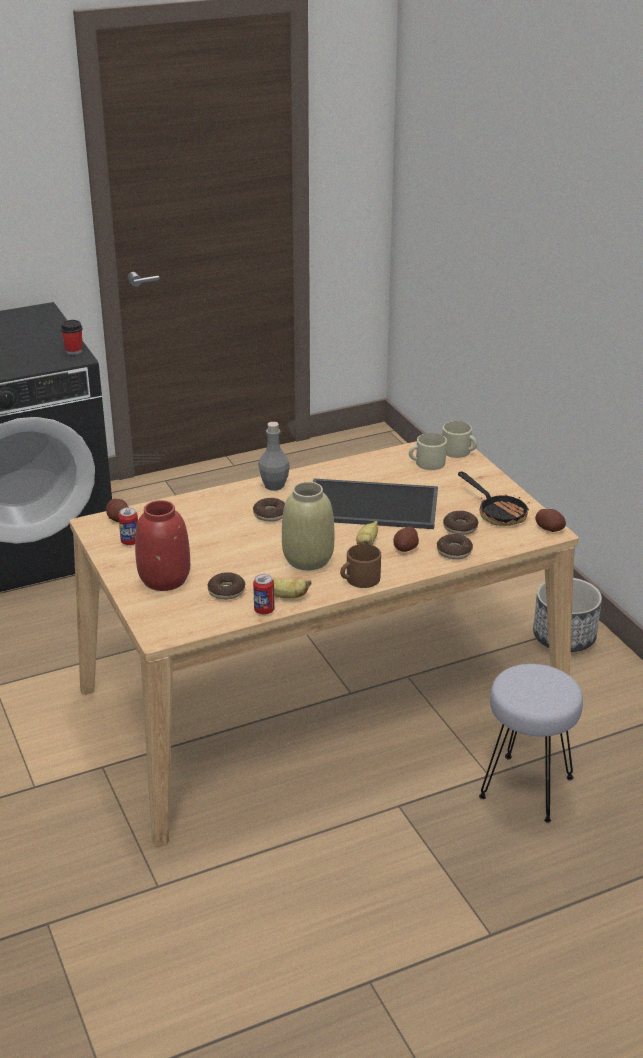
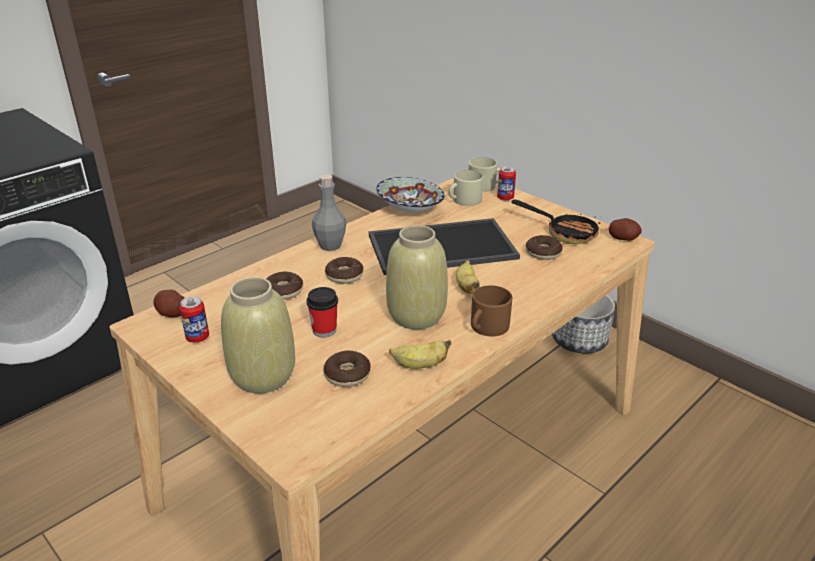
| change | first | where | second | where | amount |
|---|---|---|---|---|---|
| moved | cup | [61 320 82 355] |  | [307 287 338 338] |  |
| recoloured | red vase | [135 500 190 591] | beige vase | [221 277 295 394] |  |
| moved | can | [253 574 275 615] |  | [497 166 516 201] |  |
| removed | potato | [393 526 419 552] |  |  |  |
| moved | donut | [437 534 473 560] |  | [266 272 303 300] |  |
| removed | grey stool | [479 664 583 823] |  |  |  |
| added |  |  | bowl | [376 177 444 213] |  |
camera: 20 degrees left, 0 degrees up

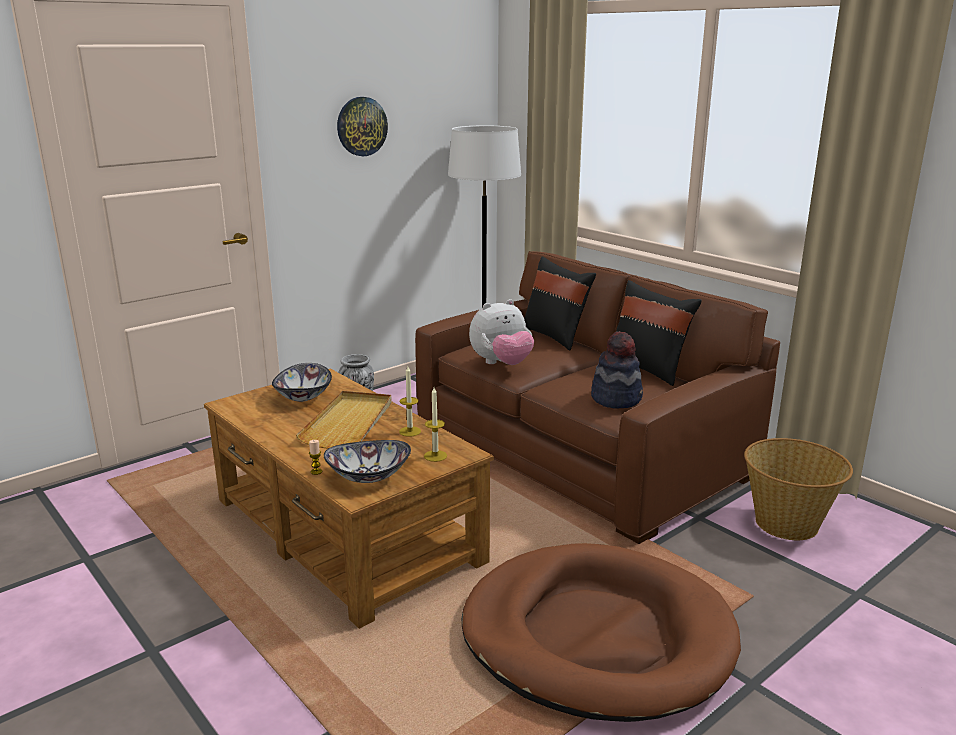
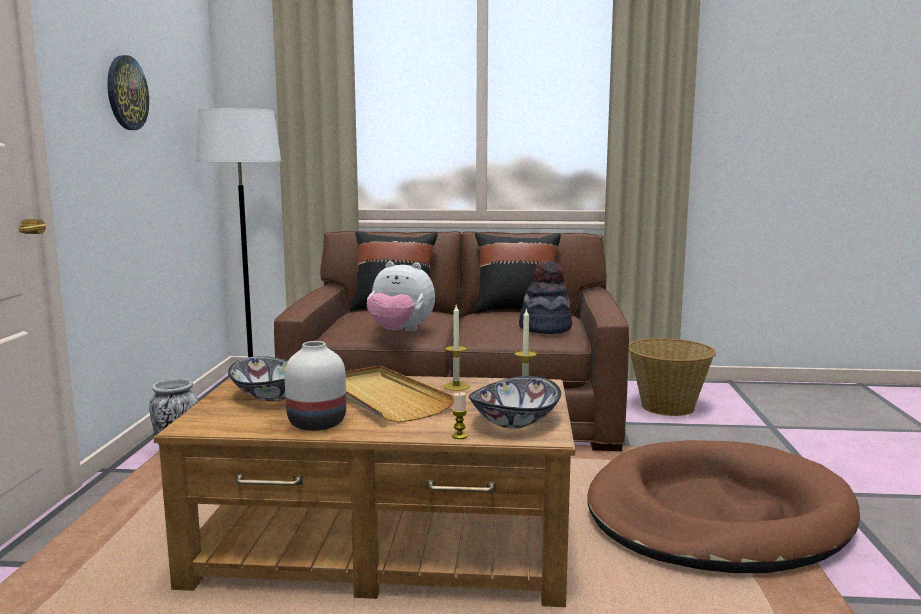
| change | first | where | second | where | amount |
|---|---|---|---|---|---|
| turned | plush toy | [469 299 534 365] |  | [366 261 435 332] | 90 degrees clockwise |
| added |  |  | white vase | [285 341 346 431] |  |
camera: 45 degrees left, 10 degrees down

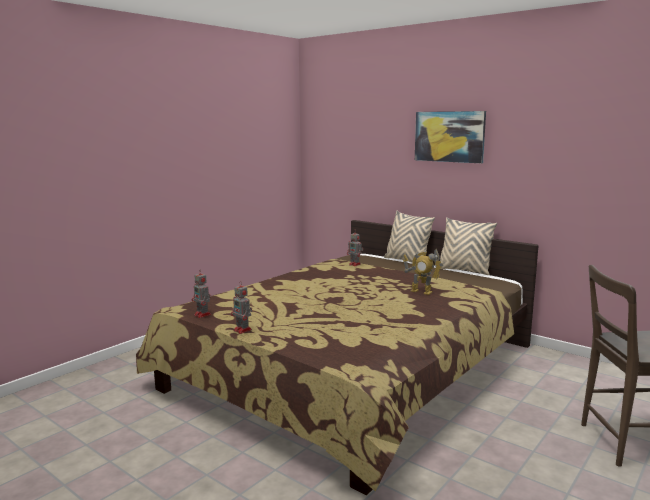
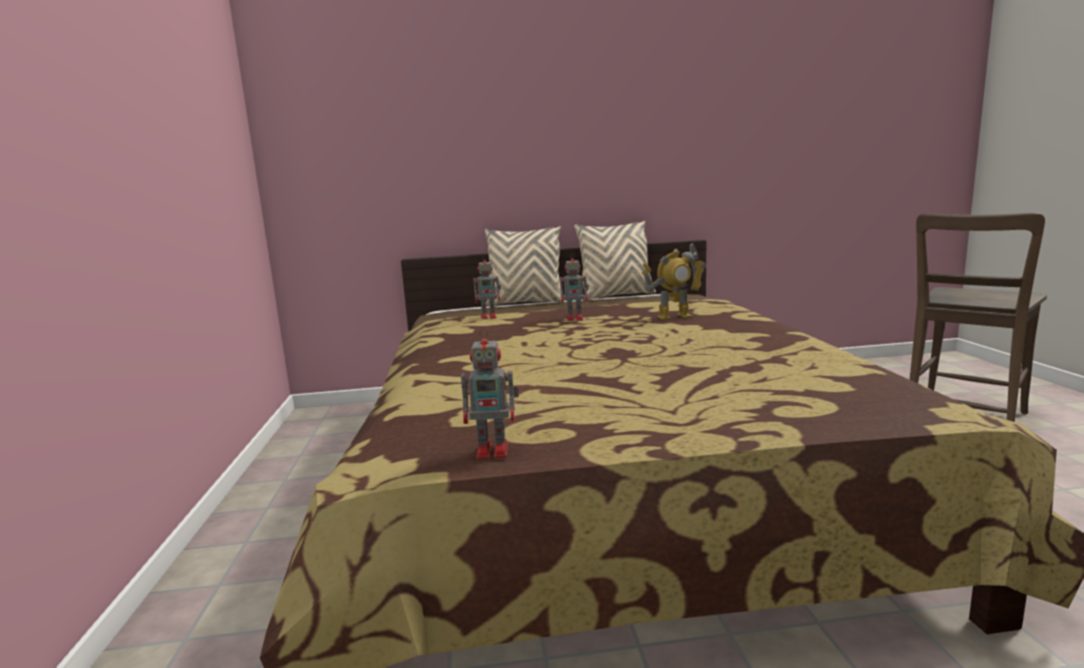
| change | first | where | second | where | amount |
|---|---|---|---|---|---|
| moved | toy robot | [231 282 252 334] |  | [560 253 589 321] |  |
| removed | picture | [415 111 486 163] |  |  |  |
camera: 45 degrees left, 0 degrees up

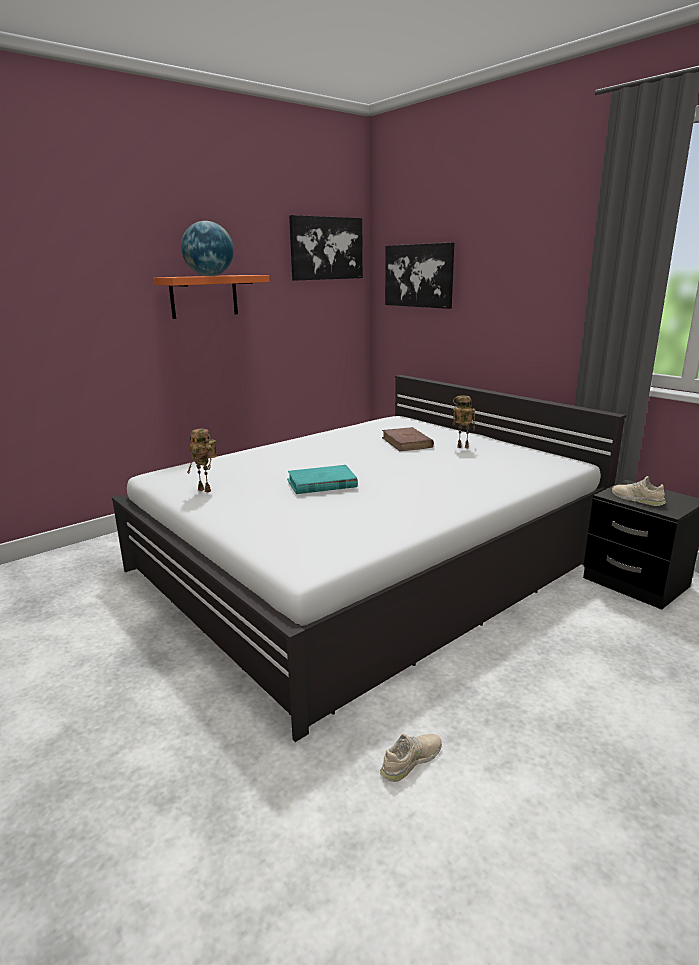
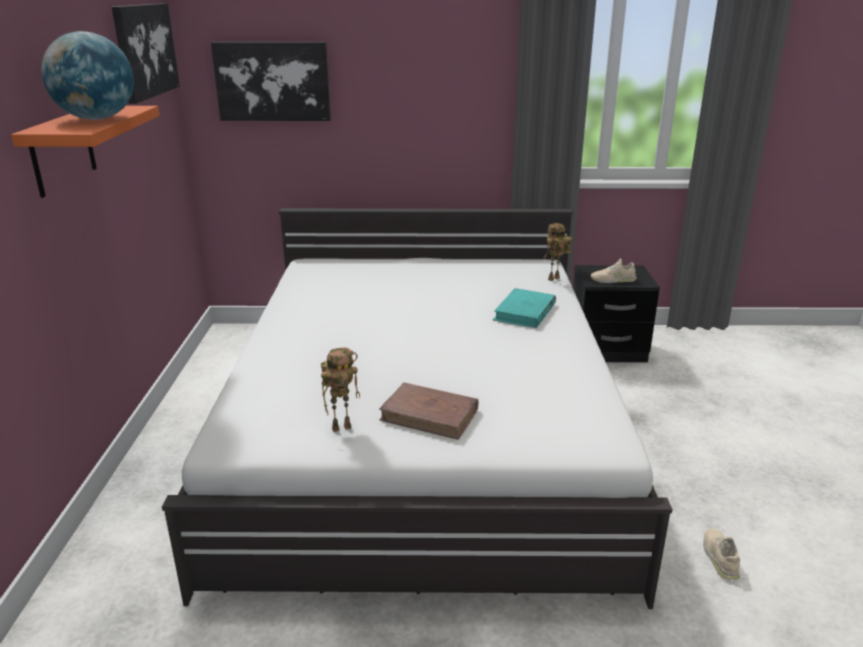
| change | first | where | second | where | amount |
|---|---|---|---|---|---|
| moved | turquoise book | [287 465 358 494] |  | [493 288 556 328] |  |
| moved | brown book | [382 427 434 451] |  | [379 383 479 440] |  |
| moved | toy robot | [453 396 475 448] |  | [543 223 572 281] |  |
camera: 50 degrees left, 5 degrees up

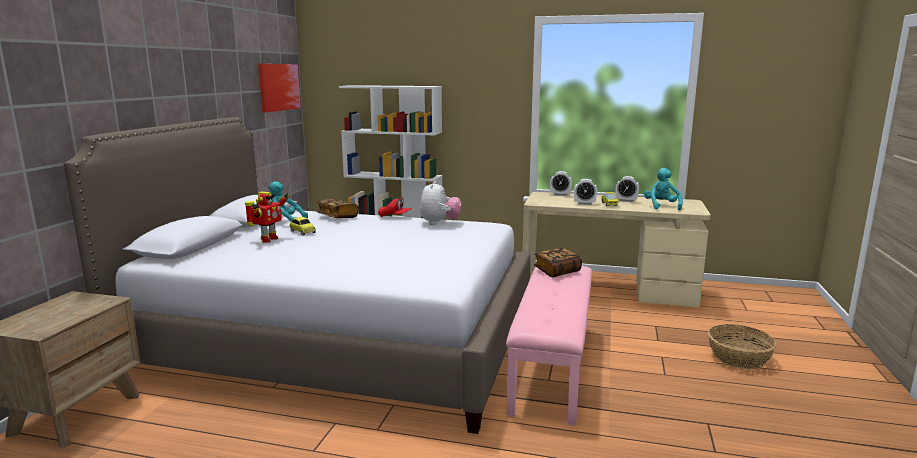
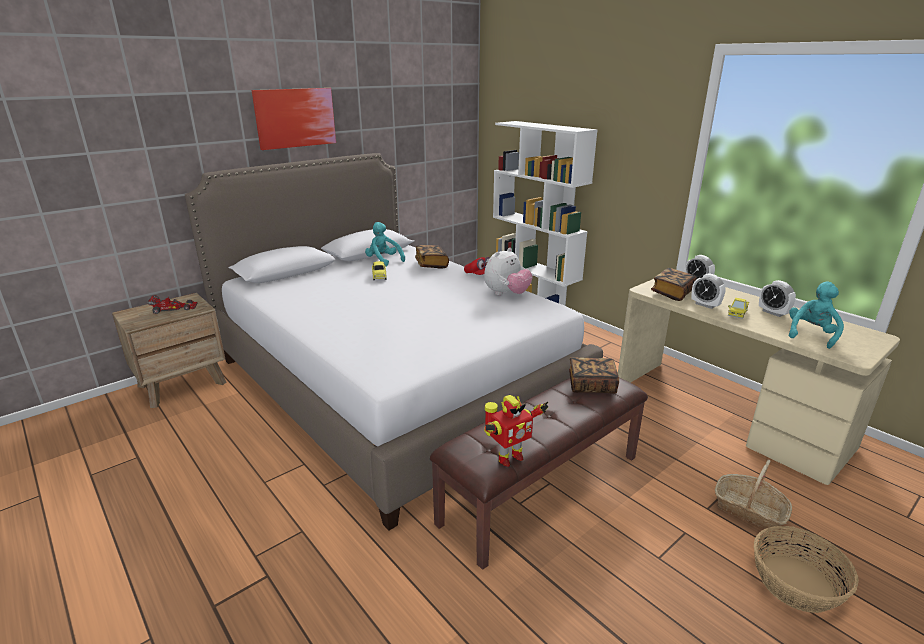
| change | first | where | second | where | amount |
|---|---|---|---|---|---|
| moved | toy robot | [245 191 289 243] |  | [484 395 548 467] |  |
| moved | picture | [258 64 301 113] |  | [252 88 336 150] |  |
| recoloured | pink bench | [506 266 592 426] | brown bench | [430 378 648 570] |  |
| added |  |  | toy car | [148 295 198 314] |  |
| added |  |  | book | [651 268 697 301] |  |
| added |  |  | basket | [715 459 792 529] |  |
camera: 35 degrees right, 10 degrees up

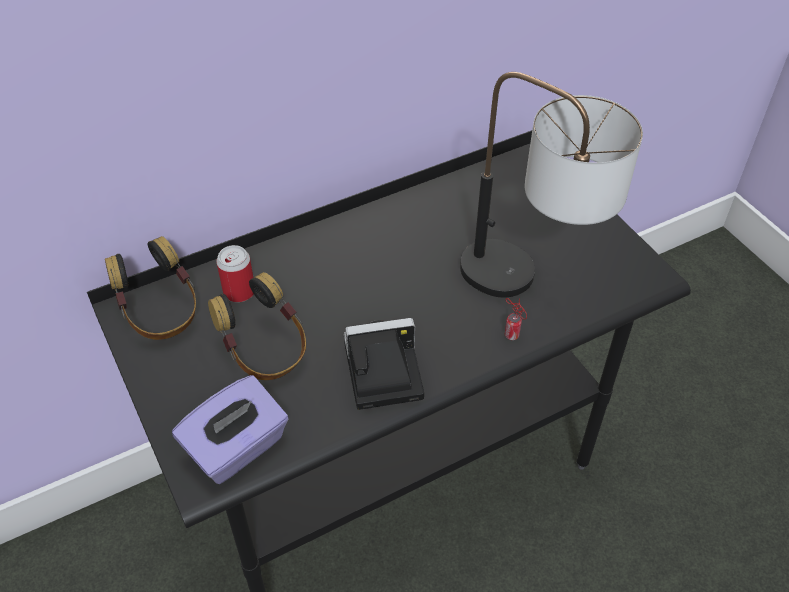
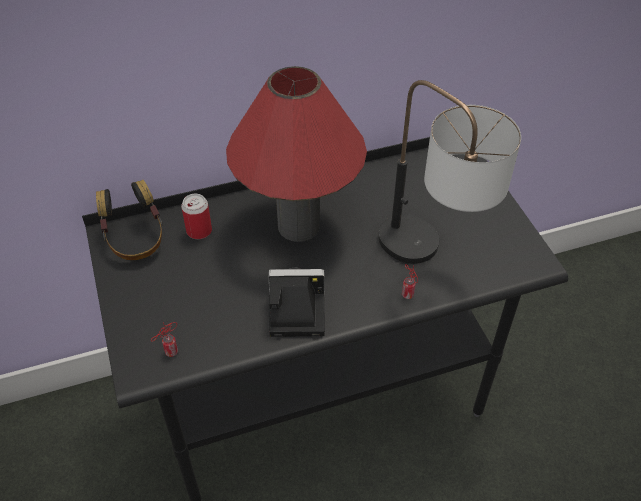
| change | first | where | second | where | amount |
|---|---|---|---|---|---|
| replaced | purple tissue box | [172 375 289 484] | can | [151 322 178 357] |  |
| removed | headphones | [208 272 306 380] |  |  |  |
| added |  |  | red table lamp | [226 66 367 242] |  |
camera: 10 degrees right, 0 degrees up

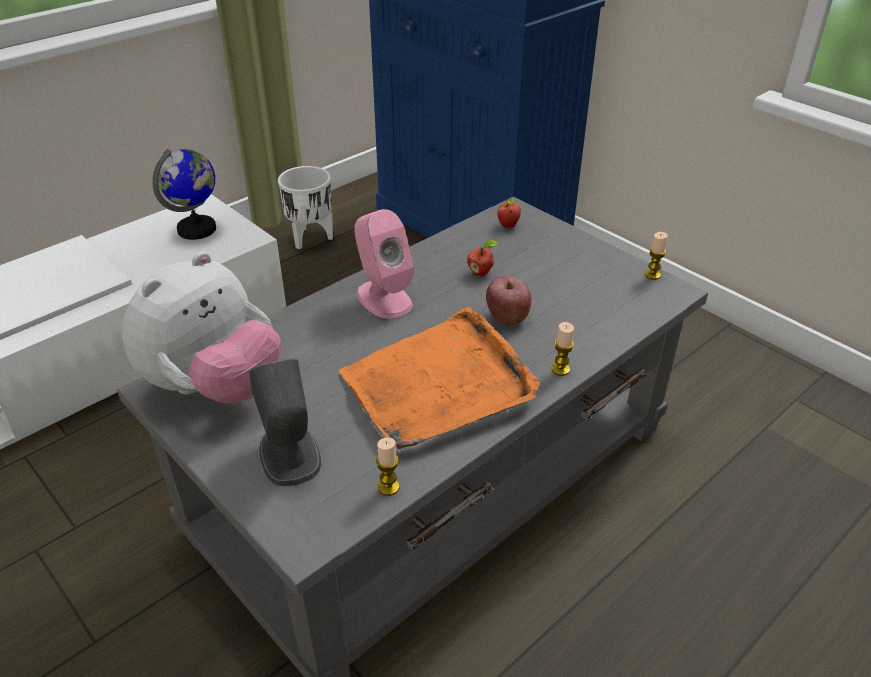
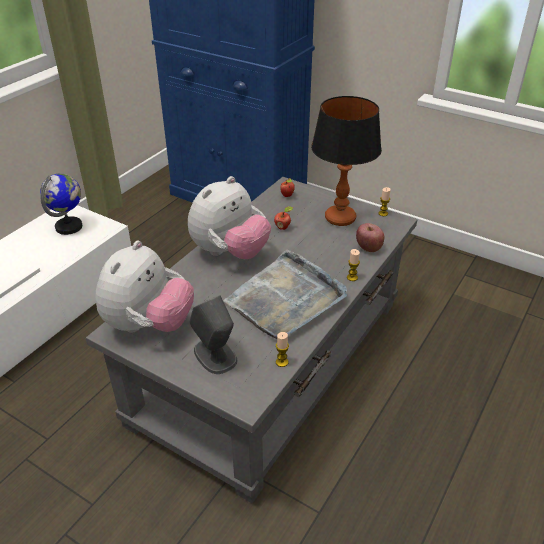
| change | first | where | second | where | amount |
|---|---|---|---|---|---|
| removed | white planter | [278 166 333 249] |  |  |  |
| recoloured | orange tray | [339 307 539 449] | grey tray | [223 249 347 339] |  |
| replaced | pink speaker | [354 209 414 319] | plush toy | [188 176 271 259] |  |
| moved | apple | [486 276 531 325] |  | [356 223 384 252] |  |
| added |  |  | table lamp | [311 96 382 226] |  |
camera: 15 degrees left, 0 degrees up

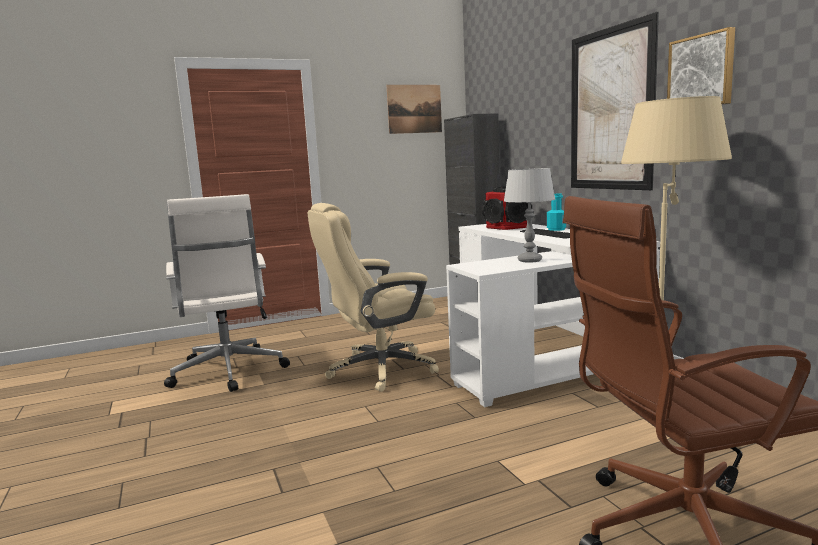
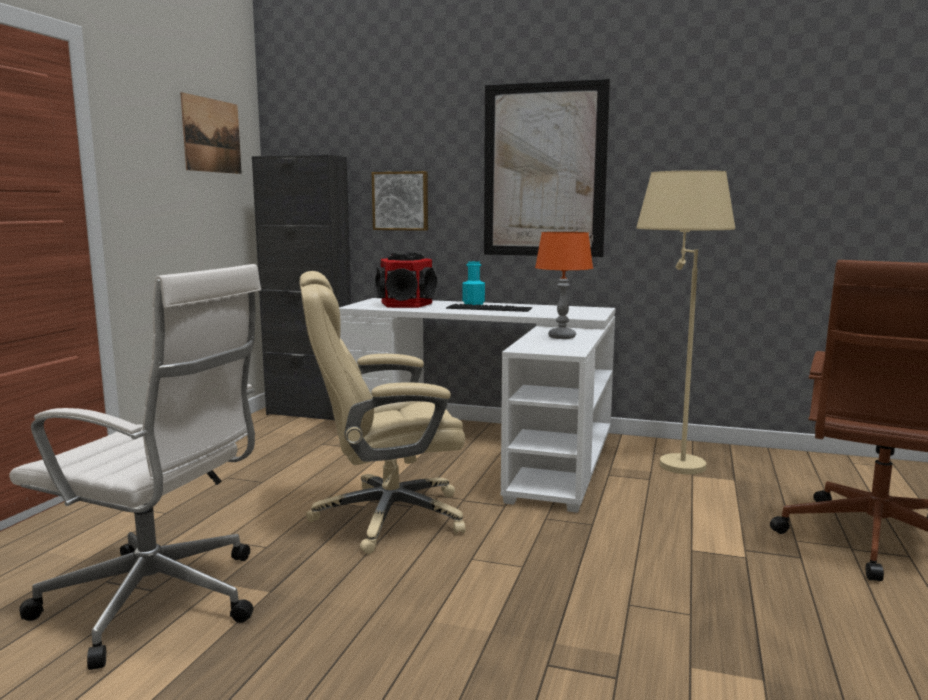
| change | first | where | second | where | amount |
|---|---|---|---|---|---|
| turned | beige office chair | [308 203 439 392] |  | [299 271 465 554] | 60 degrees clockwise |
| recoloured | grey table lamp | [504 168 555 263] | orange table lamp | [535 232 593 339] |  |
| moved | picture | [667 27 735 104] |  | [372 171 428 231] |  |
camera: 50 degrees left, 0 degrees up

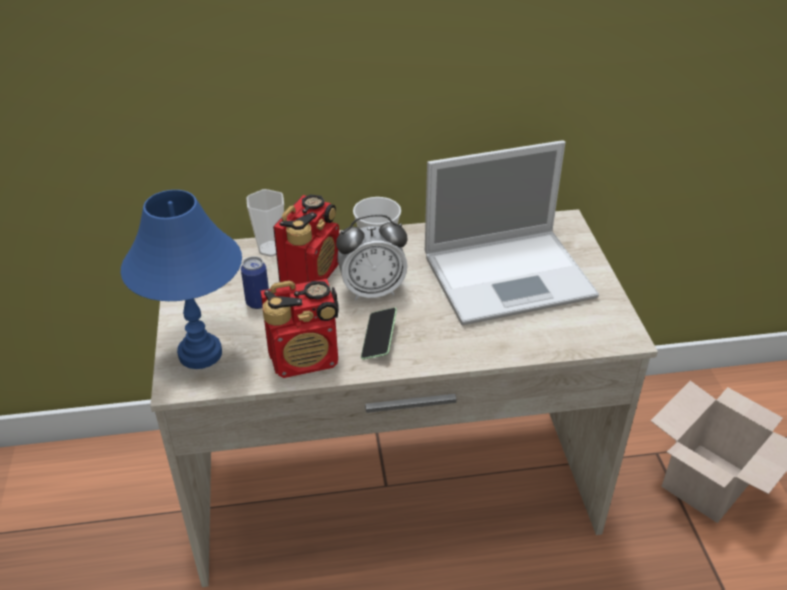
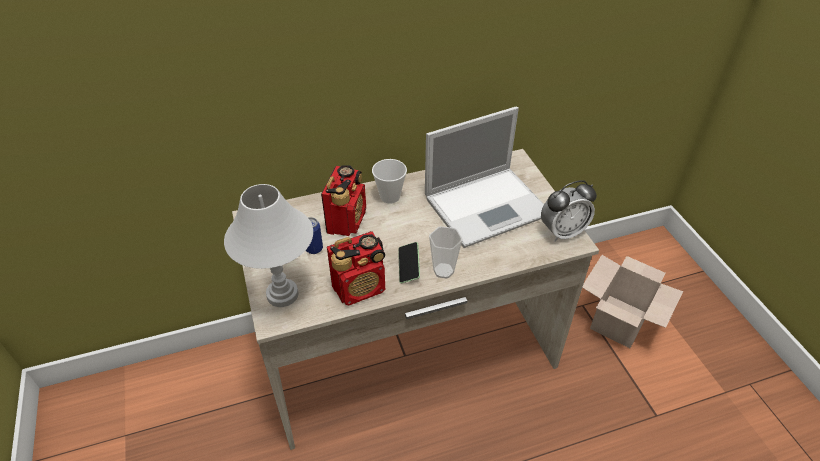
| change | first | where | second | where | amount |
|---|---|---|---|---|---|
| recoloured | blue table lamp | [121 190 242 369] | white table lamp | [224 184 313 307] |  |
| moved | cup | [246 189 284 257] |  | [429 226 462 279] |  |
| moved | alarm clock | [336 214 408 301] |  | [541 180 597 241] |  |
camera: 10 degrees left, 5 degrees up

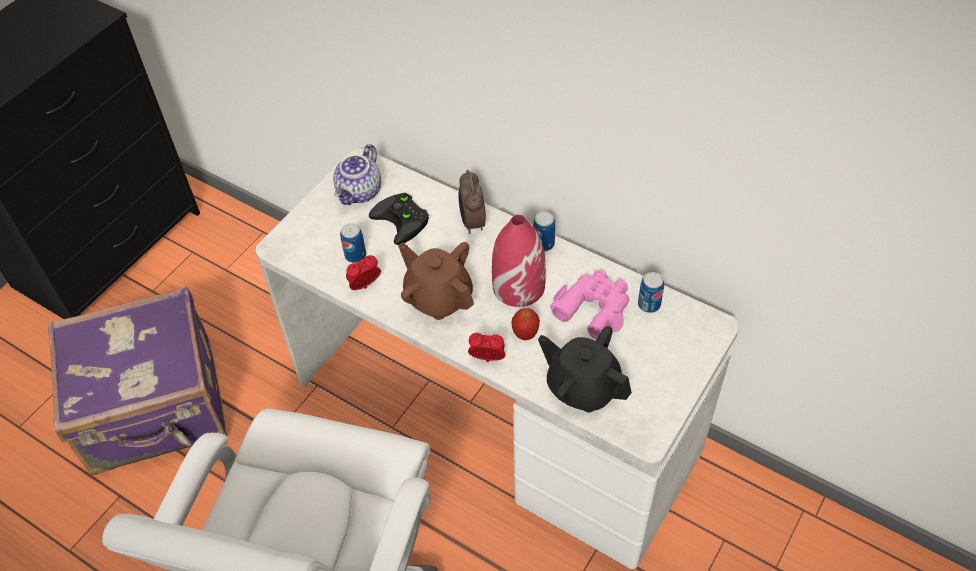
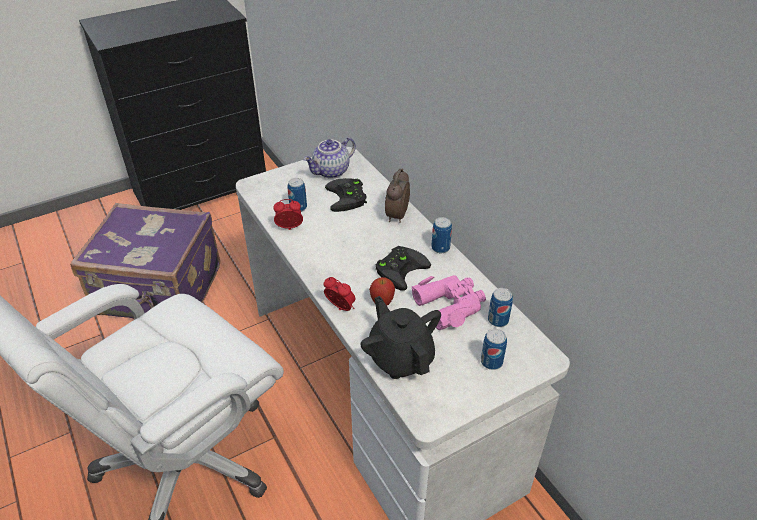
| change | first | where | second | where | amount |
|---|---|---|---|---|---|
| removed | brown teapot | [398 242 474 320] |  |  |  |
| replaced | red vase | [492 215 546 307] | black game controller | [376 246 431 291] |  |
| added |  |  | can | [481 329 507 370] |  |
camera: 25 degrees right, 10 degrees down

